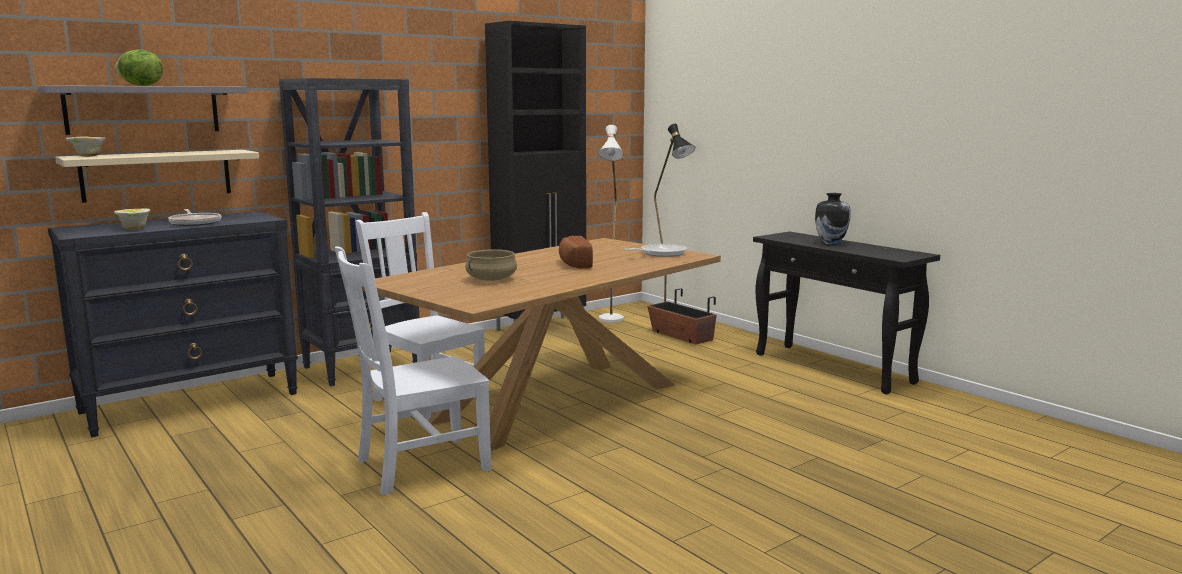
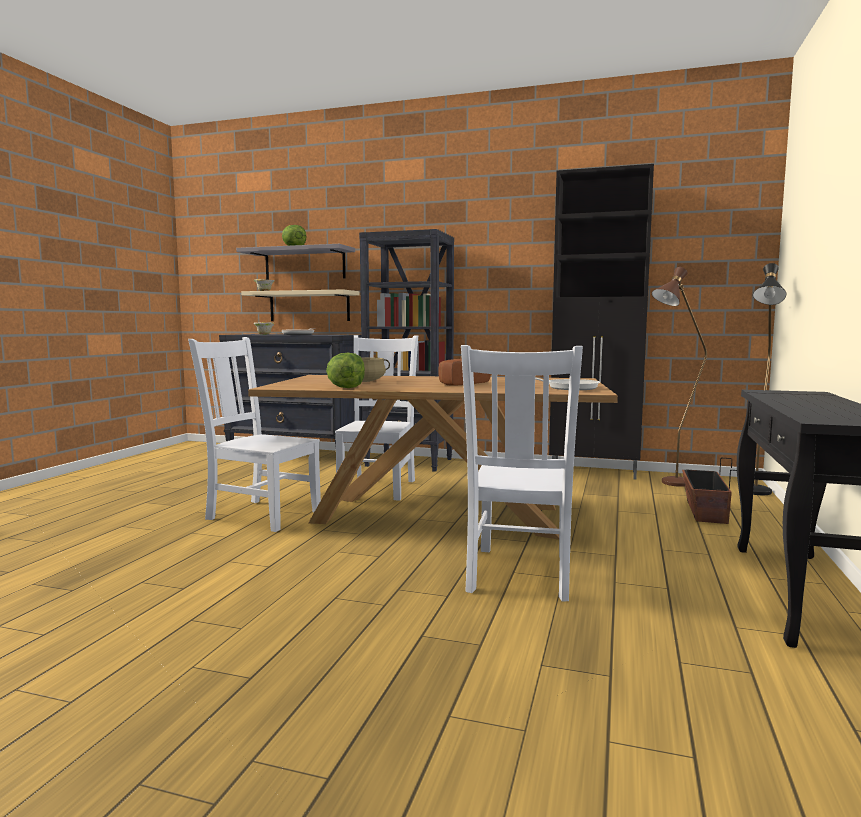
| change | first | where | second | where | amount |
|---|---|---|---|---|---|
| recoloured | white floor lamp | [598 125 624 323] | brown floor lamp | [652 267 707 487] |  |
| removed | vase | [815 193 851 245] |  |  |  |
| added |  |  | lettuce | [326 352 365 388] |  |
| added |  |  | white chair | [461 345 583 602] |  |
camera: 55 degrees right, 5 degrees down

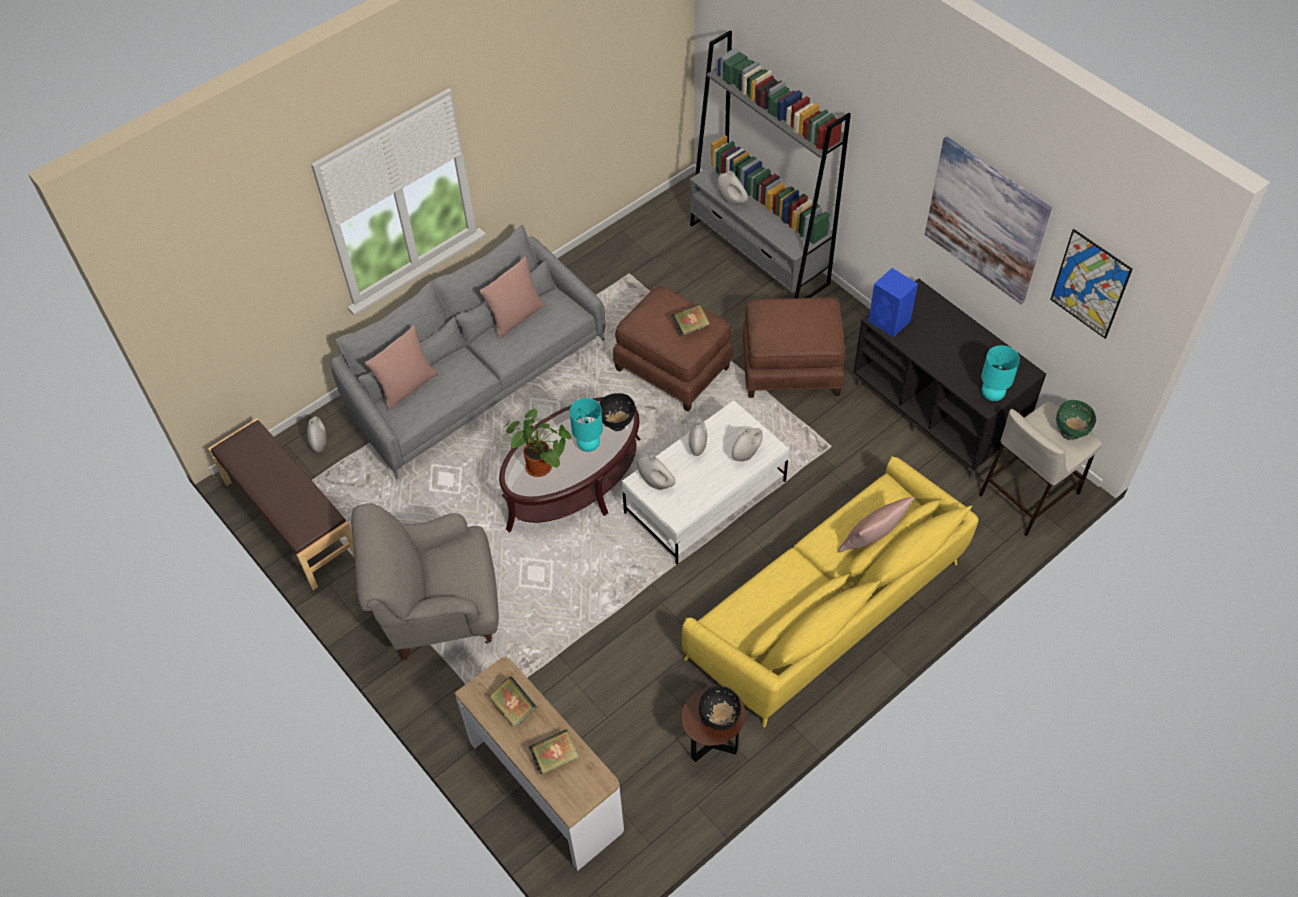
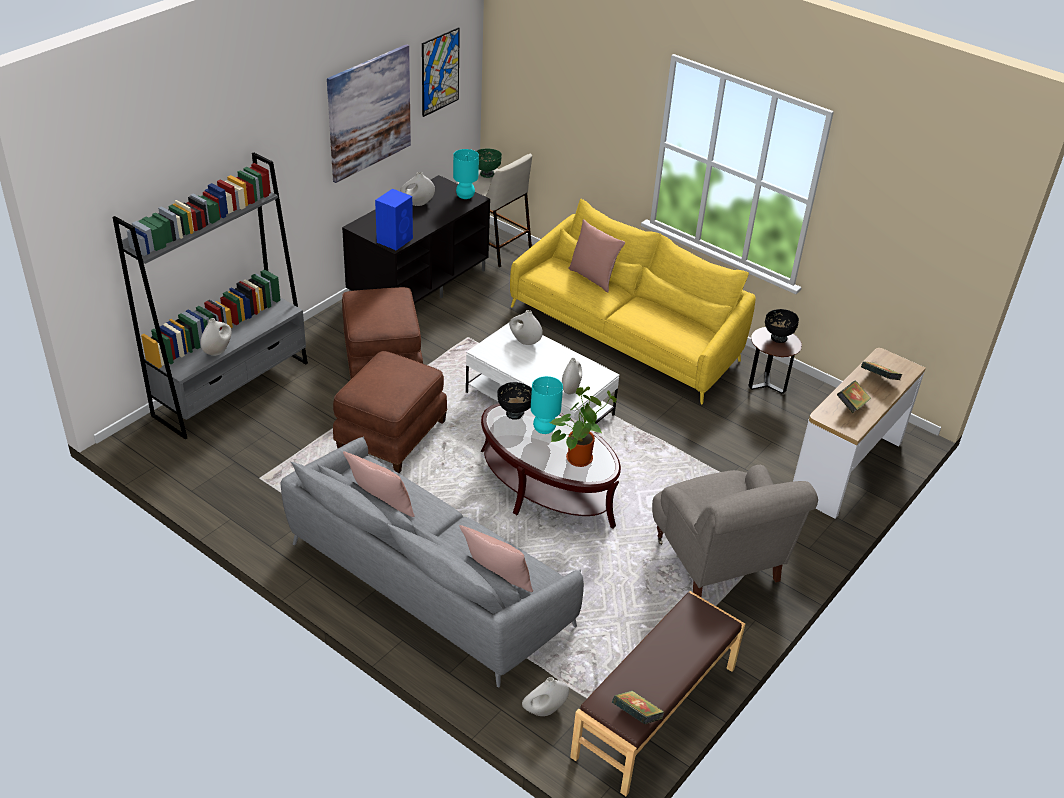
| change | first | where | second | where | amount |
|---|---|---|---|---|---|
| moved | book | [671 304 710 336] |  | [612 691 664 724] |  |
| moved | white vase | [689 417 707 456] |  | [400 172 435 206] |  |
camera: 105 degrees left, 15 degrees down

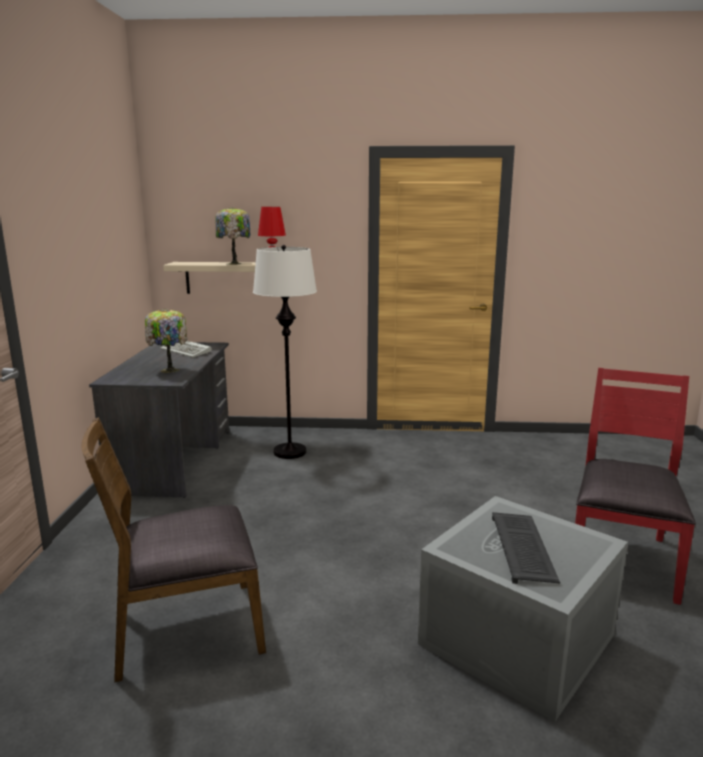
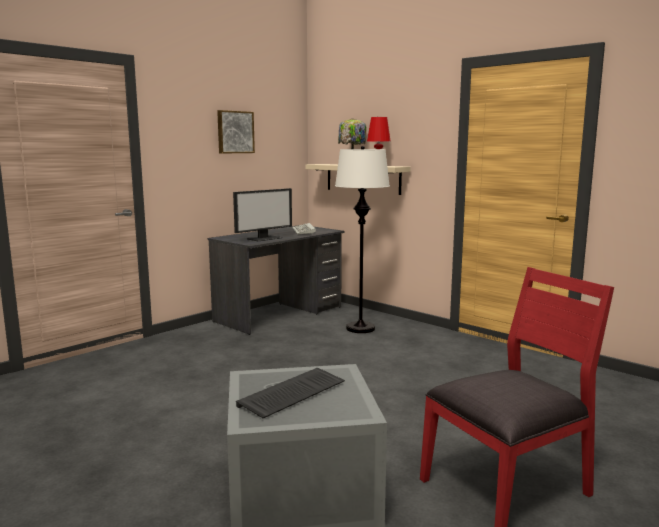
| change | first | where | second | where | amount |
|---|---|---|---|---|---|
| removed | brown chair | [81 417 266 682] |  |  |  |
| replaced | table lamp | [145 308 187 373] | monitor | [233 188 292 241] |  |
| added |  |  | picture | [217 110 255 154] |  |
camera: 40 degrees right, 5 degrees down

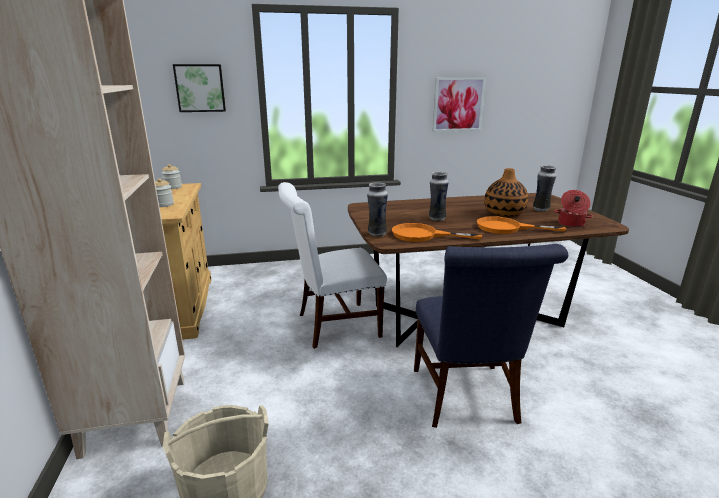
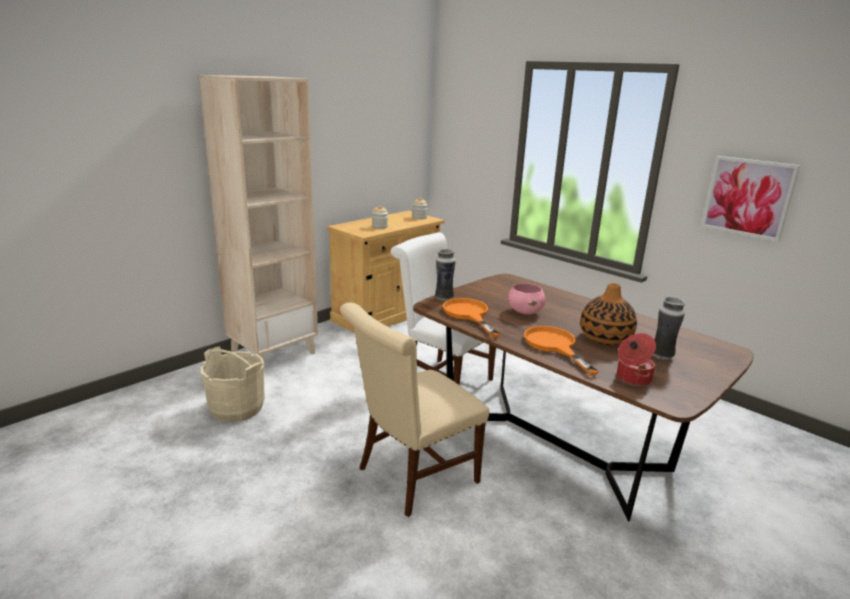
| change | first | where | second | where | amount |
|---|---|---|---|---|---|
| removed | picture | [173 64 226 112] |  |  |  |
| recoloured | blue chair | [414 244 568 428] | beige chair | [340 303 489 517] |  |
| replaced | vase | [429 172 448 221] | pink bowl | [508 283 545 314] |  |
camera: 55 degrees right, 0 degrees up

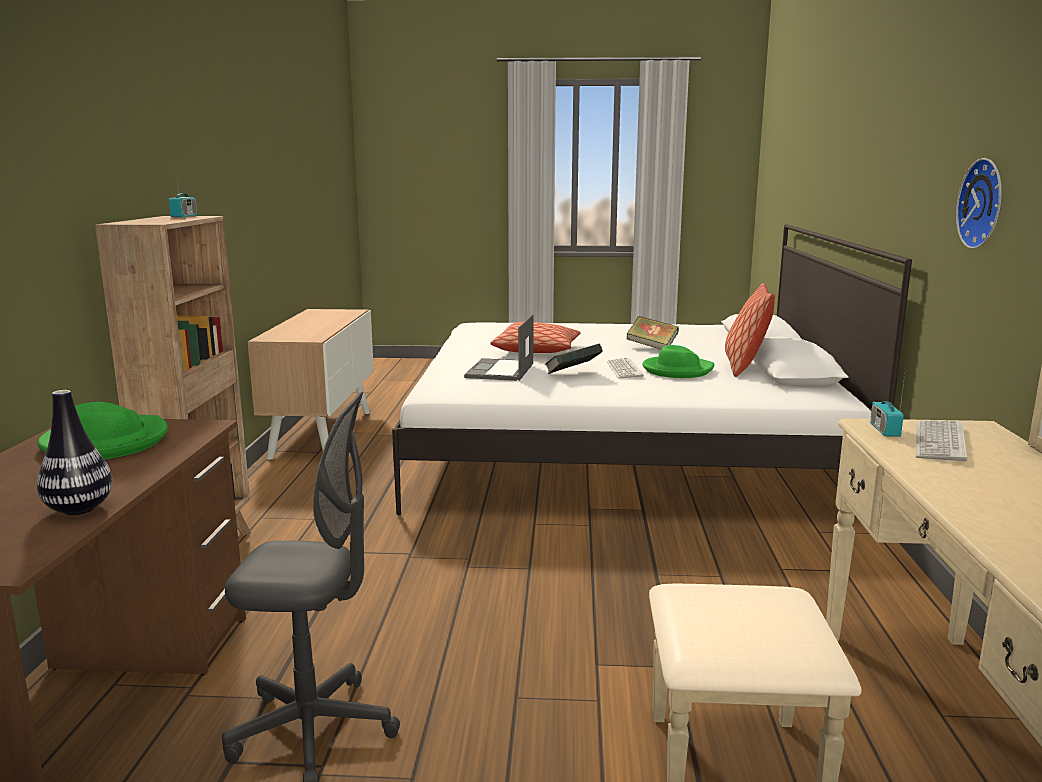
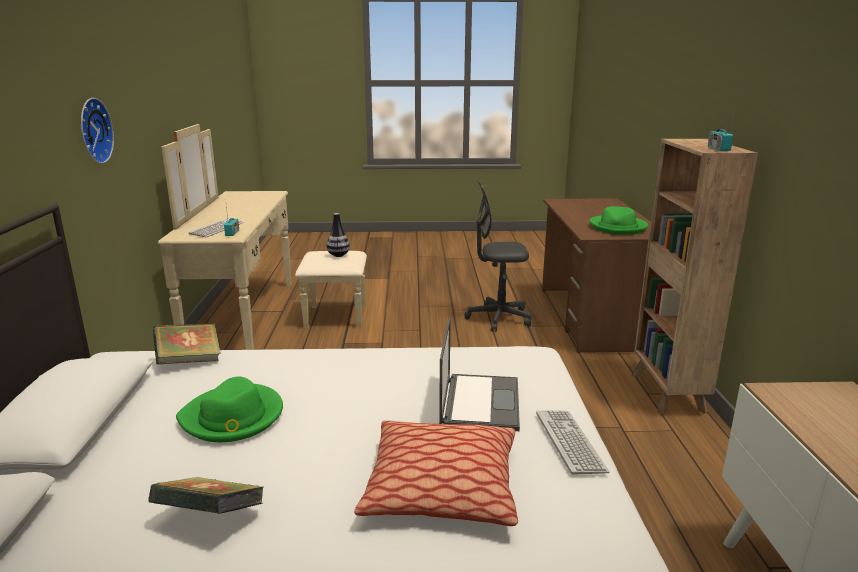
| change | first | where | second | where | amount |
|---|---|---|---|---|---|
| moved | vase | [37 390 113 515] |  | [326 213 350 257] |  |
| moved | book | [545 343 603 374] |  | [153 323 221 364] |  |
| moved | keyboard | [607 358 644 379] |  | [536 410 610 475] |  |
| removed | pillow | [725 283 775 377] |  |  |  |
camera: 175 degrees right, 5 degrees up

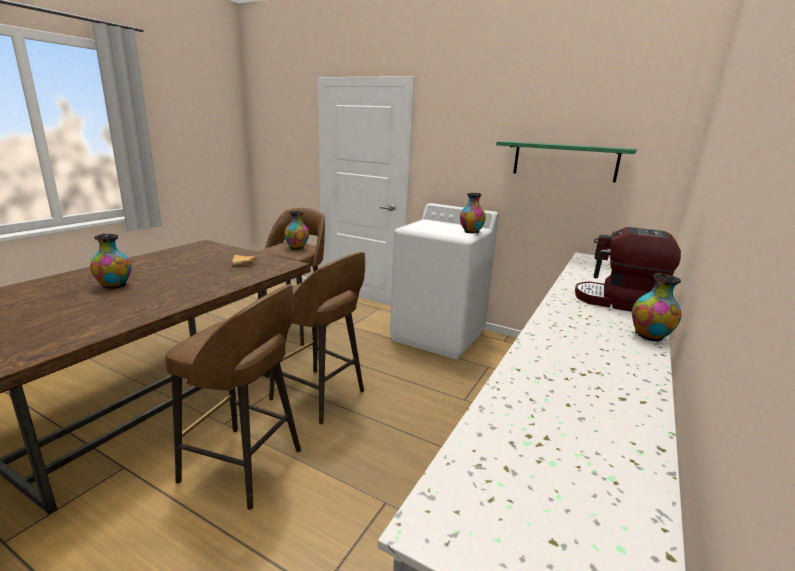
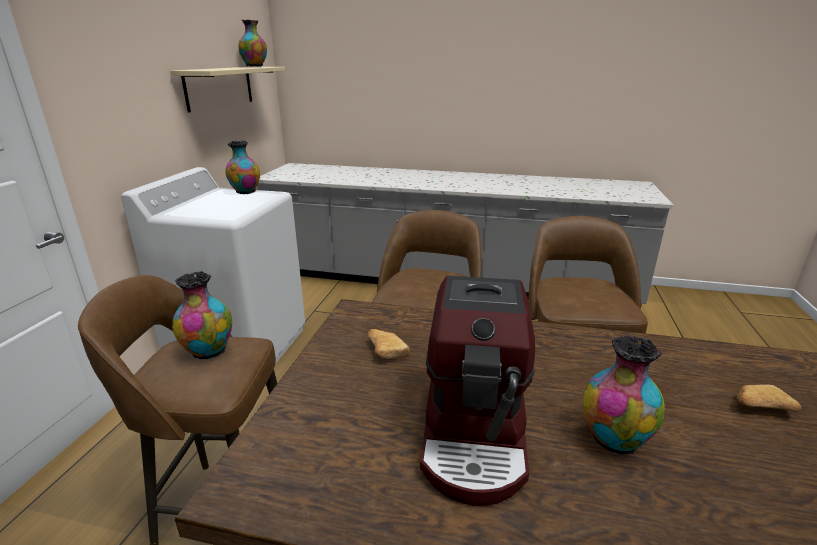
| change | first | where | second | where | amount |
|---|---|---|---|---|---|
| recoloured | green shelf | [496 141 637 183] | beige shelf | [170 67 285 112] |  |
| moved | coffee machine | [575 227 681 312] |  | [420 276 535 506] |  |
| moved | vase | [632 273 681 341] |  | [238 20 267 67] |  |
| added |  |  | bread | [737 385 801 412] |  |
camera: 105 degrees left, 5 degrees up

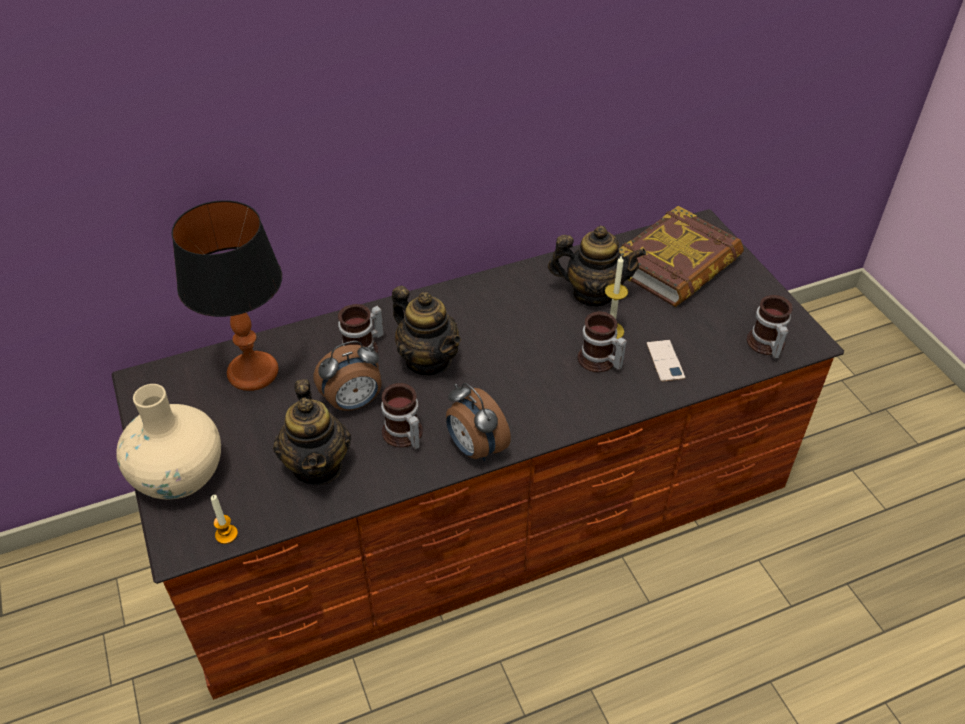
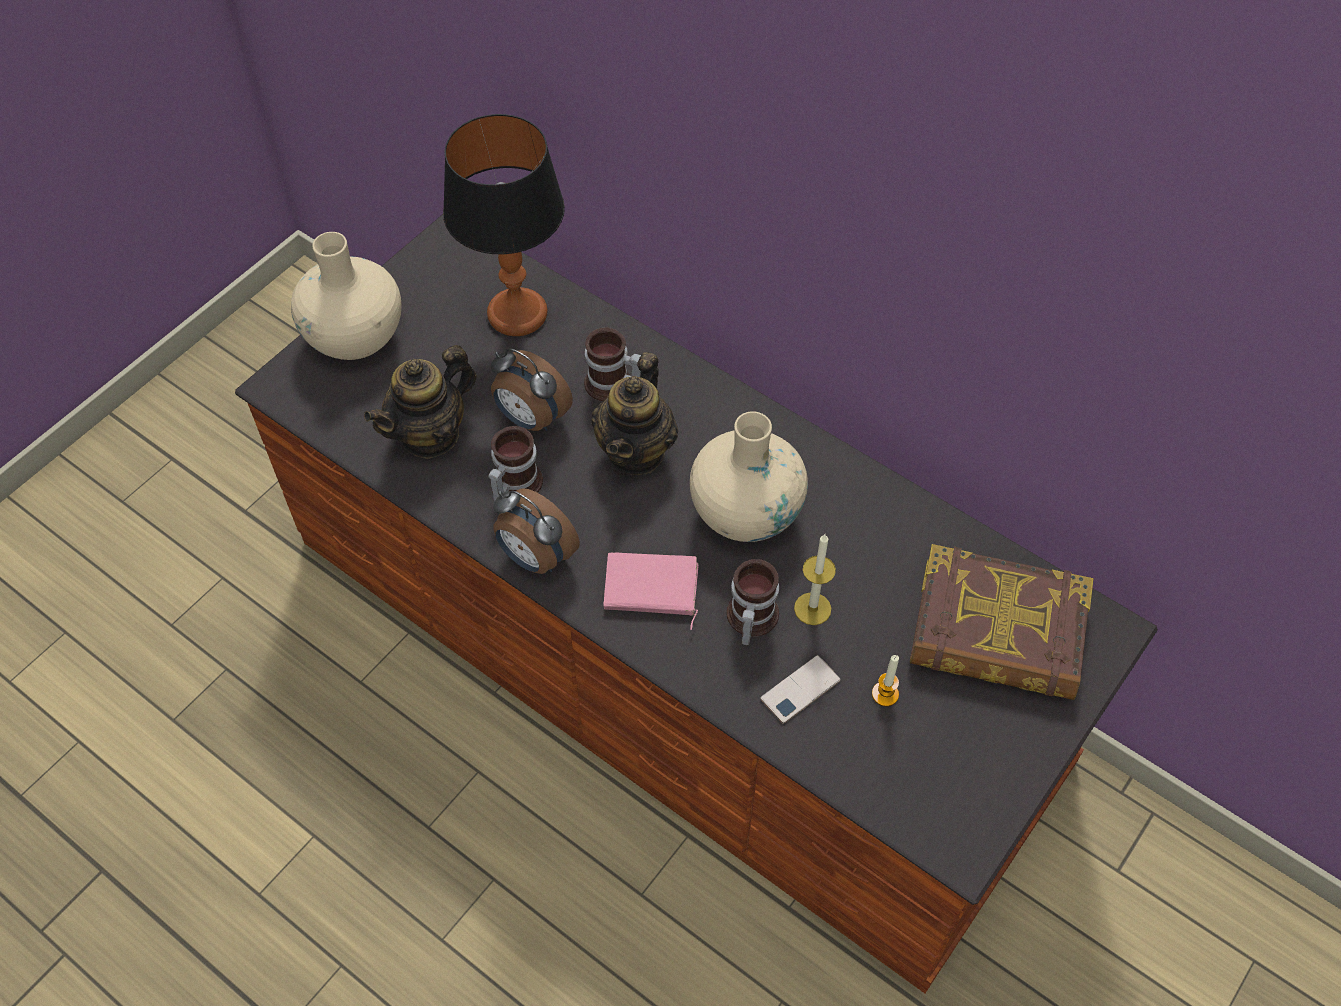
| change | first | where | second | where | amount |
|---|---|---|---|---|---|
| moved | candle | [211 495 238 544] |  | [872 655 899 707] |  |
| turned | alarm clock | [446 383 511 461] |  | [493 488 580 574] | 75 degrees counterclockwise |
| removed | teapot | [548 226 646 306] |  |  |  |
| removed | mug | [747 295 793 358] |  |  |  |
| added |  |  | pink book | [603 553 699 630] |  |
| added |  |  | beige vase | [690 411 808 542] |  |
camera: 60 degrees right, 10 degrees up

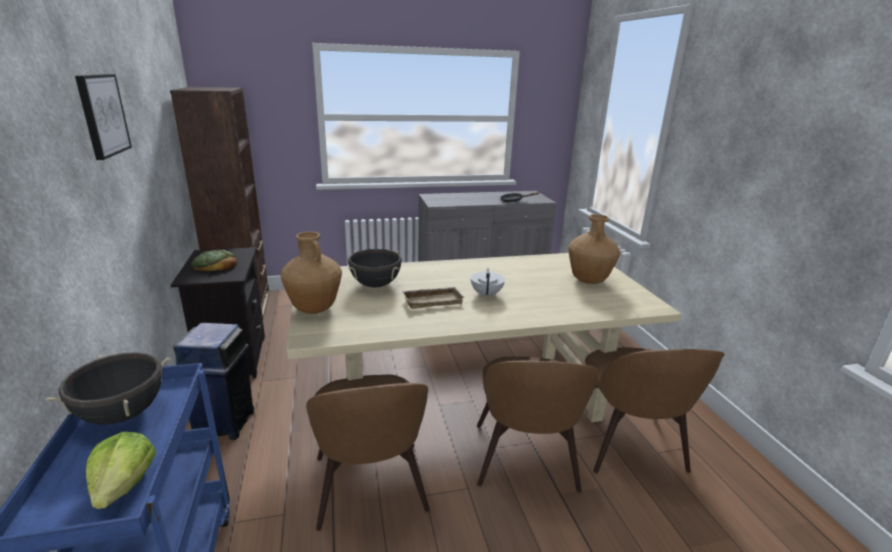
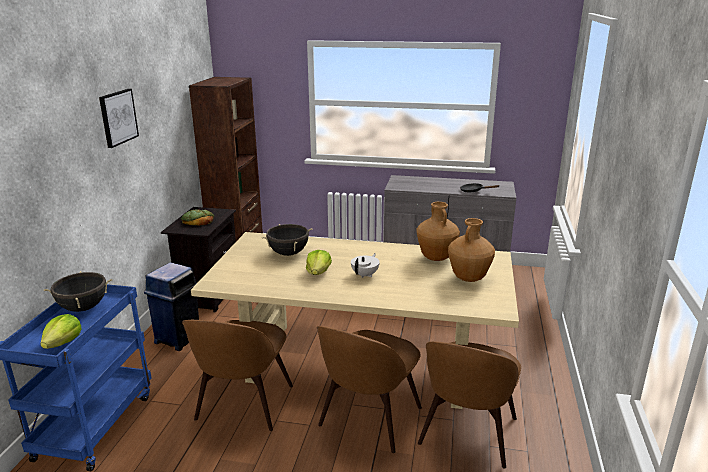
| change | first | where | second | where | amount |
|---|---|---|---|---|---|
| moved | brown vase | [280 232 342 314] |  | [416 202 460 261] |  |
| replaced | beige tray | [402 287 465 309] | lettuce | [306 250 332 275] |  |
camera: 25 degrees right, 0 degrees up

